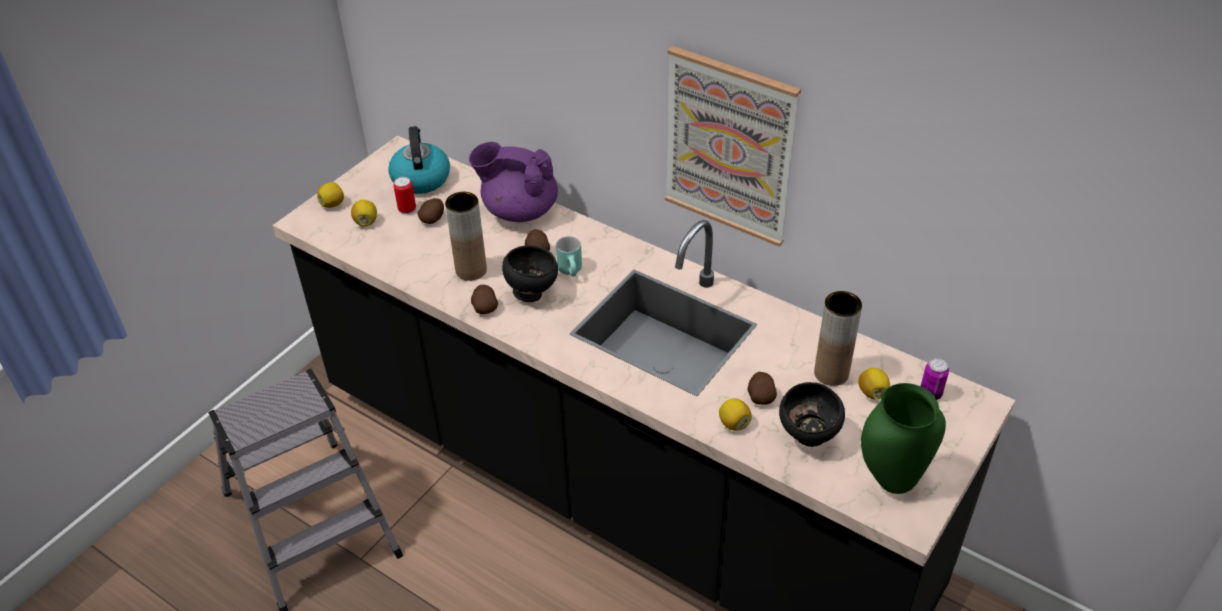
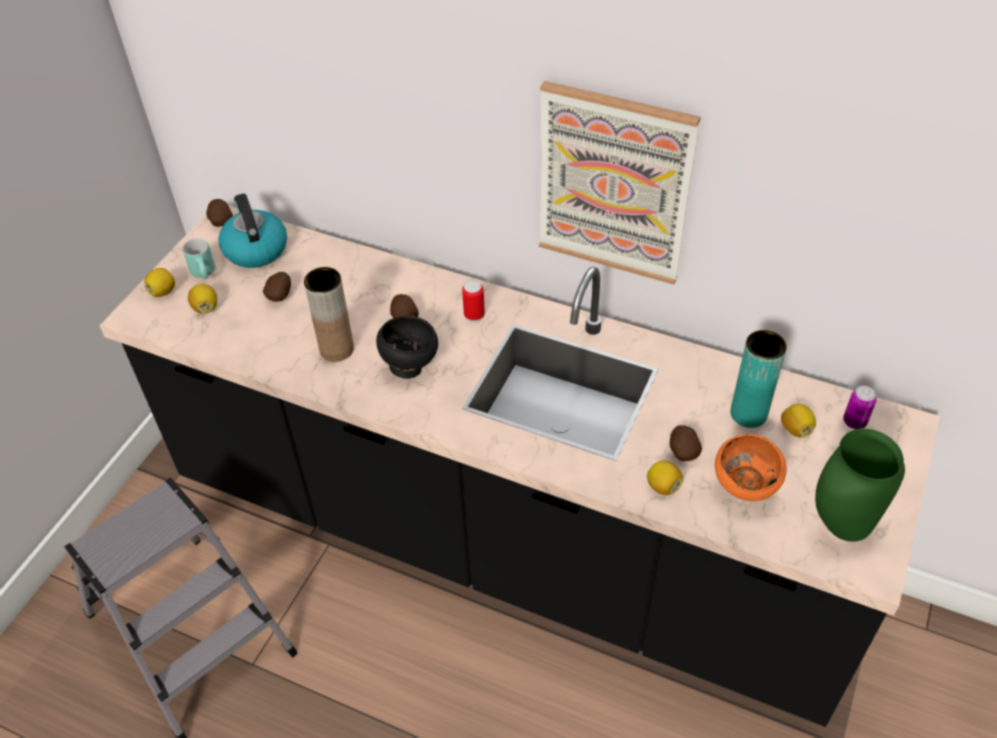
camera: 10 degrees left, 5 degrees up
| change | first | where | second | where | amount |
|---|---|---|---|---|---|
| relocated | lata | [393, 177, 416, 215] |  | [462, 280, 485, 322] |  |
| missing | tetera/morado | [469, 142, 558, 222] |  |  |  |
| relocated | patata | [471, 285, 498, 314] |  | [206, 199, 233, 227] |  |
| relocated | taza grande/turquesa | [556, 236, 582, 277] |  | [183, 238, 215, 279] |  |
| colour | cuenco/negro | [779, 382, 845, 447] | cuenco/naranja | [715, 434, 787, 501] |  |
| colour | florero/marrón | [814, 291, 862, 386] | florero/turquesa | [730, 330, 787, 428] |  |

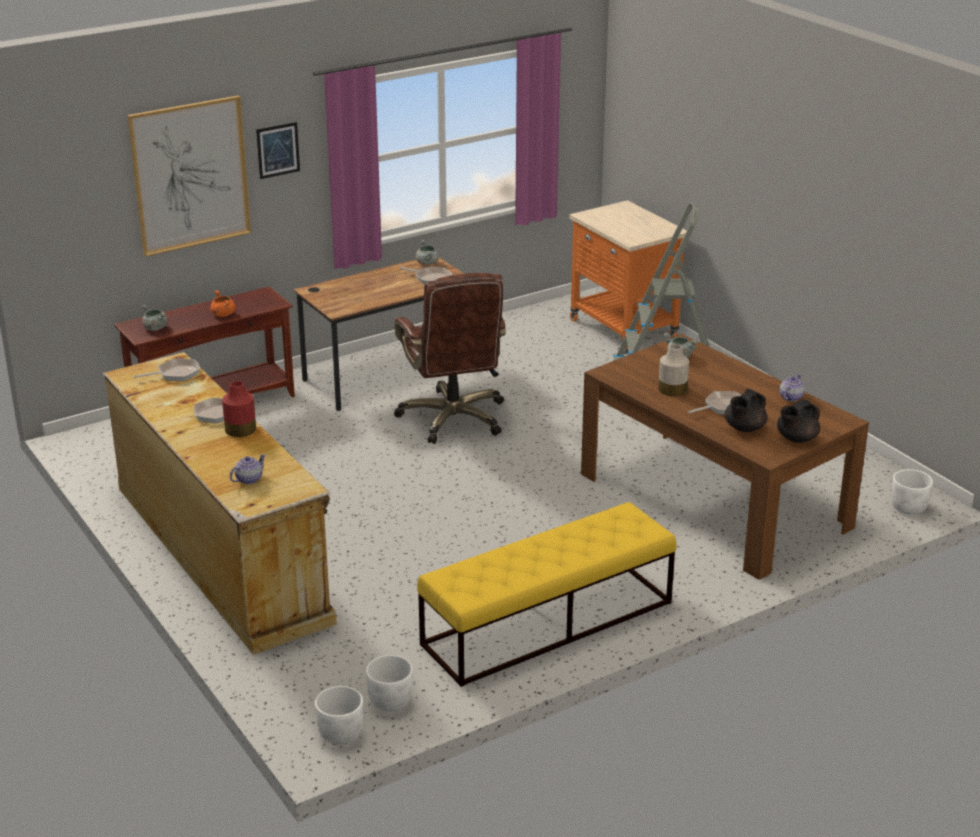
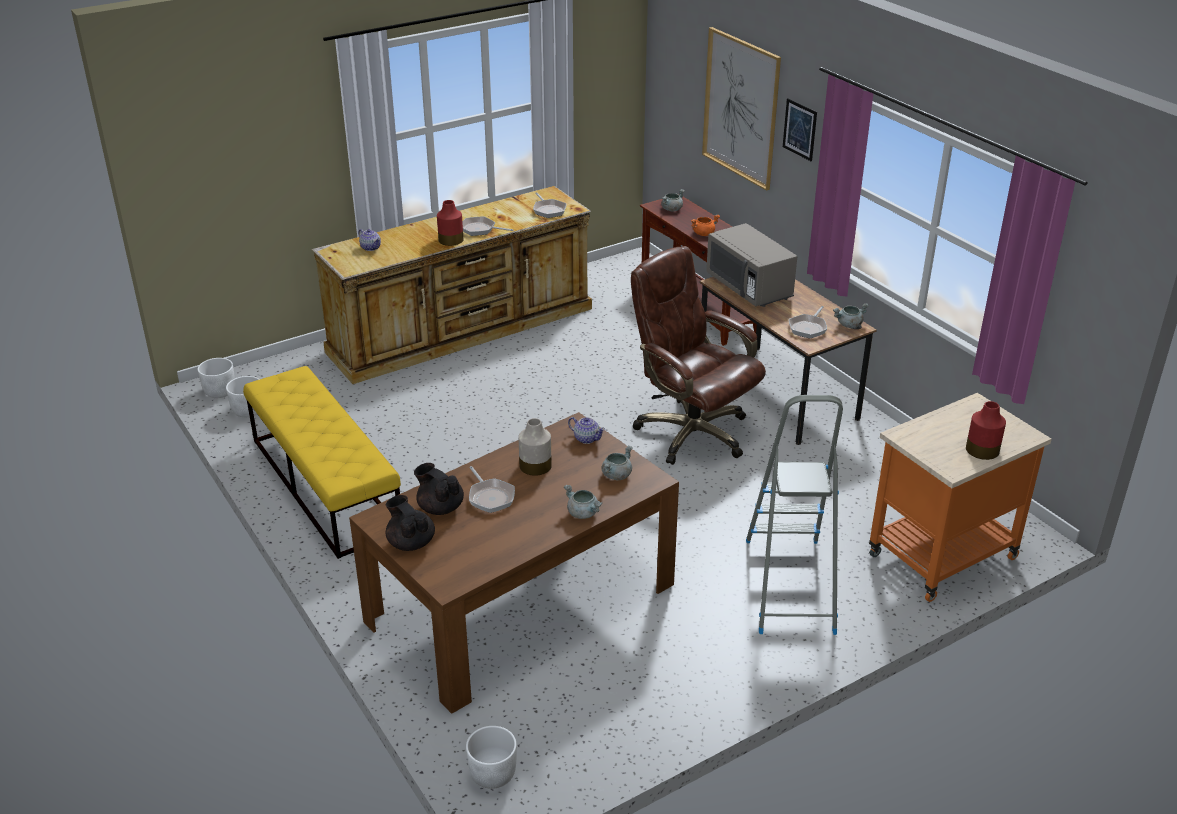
camera: 90 degrees right, 5 degrees up
| change | first | where | second | where | amount |
|---|---|---|---|---|---|
| spun | silla de oficina/marrón | [394, 273, 506, 444] |  | [631, 246, 766, 465] | 60 degrees clockwise |
| relocated | tetera | [780, 374, 804, 401] |  | [568, 417, 605, 444] |  |
| appeared |  |  | olla/gris | [564, 485, 603, 519] |  |
| appeared |  |  | microondas/gris | [706, 223, 797, 307] |  |
| appeared |  |  | florero/rojo | [966, 401, 1006, 460] |  |

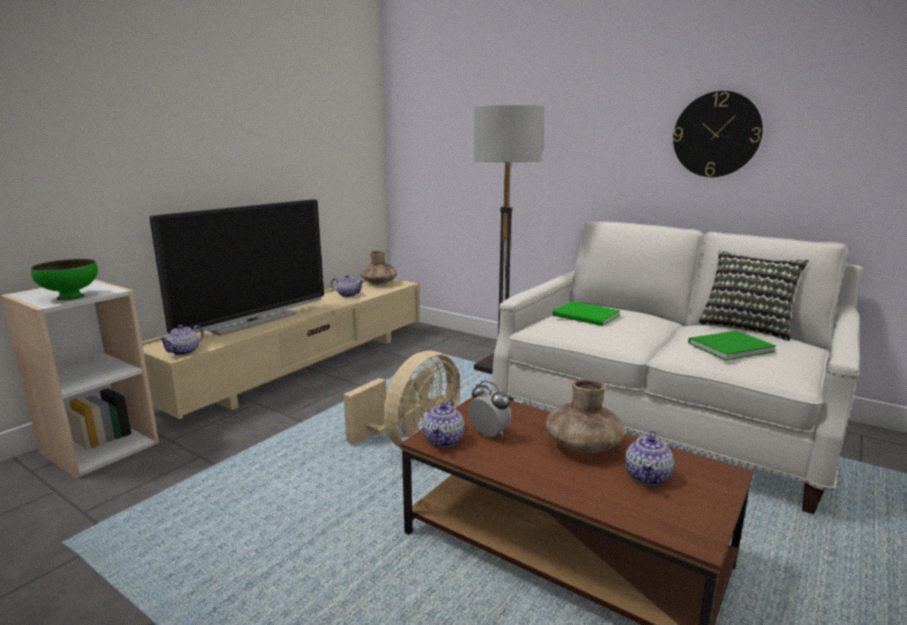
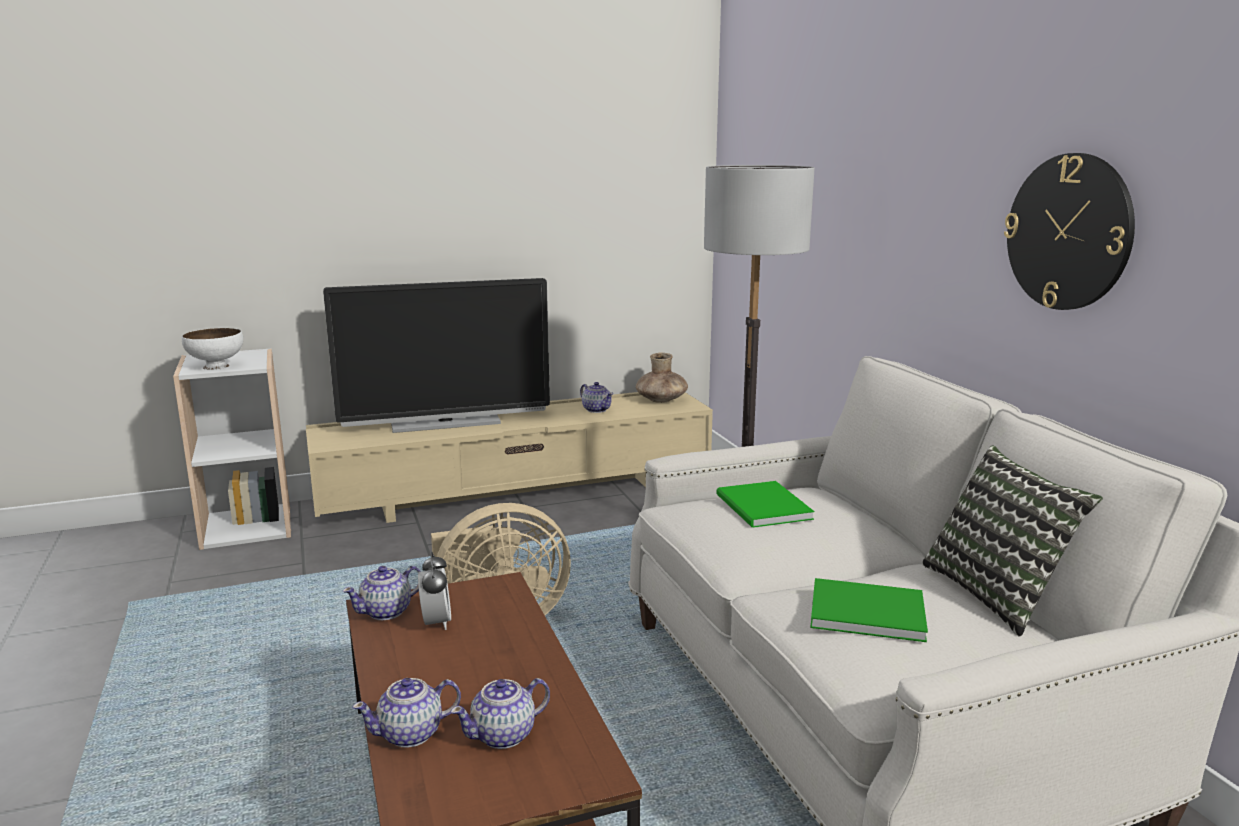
camera: 35 degrees right, 0 degrees up
| change | first | where | second | where | amount |
|---|---|---|---|---|---|
| colour | cuenco/verde | [31, 259, 98, 301] | cuenco/blanco | [182, 328, 243, 370] |  |
| relocated | tetera | [159, 325, 204, 355] |  | [352, 678, 461, 748] |  |
| missing | florero/marrón | [545, 379, 625, 453] |  |  |  |

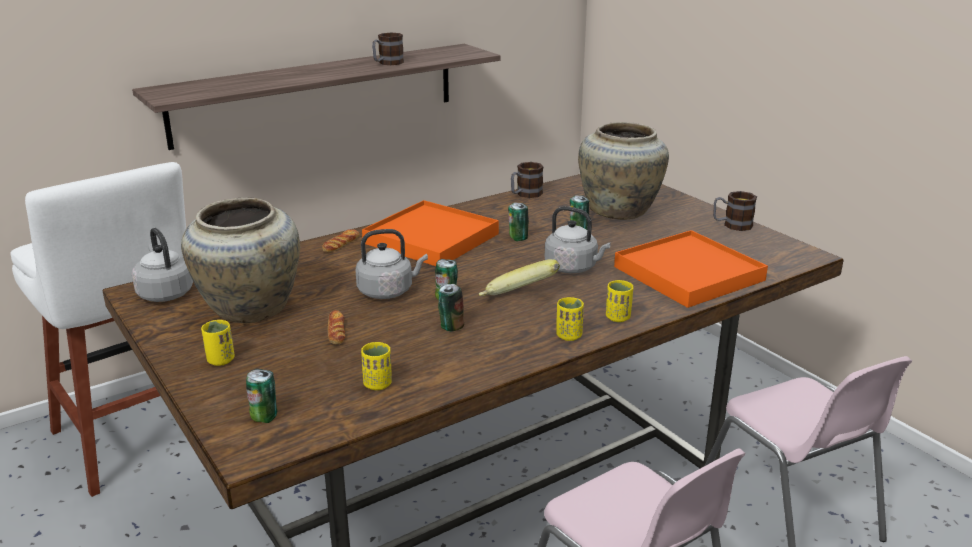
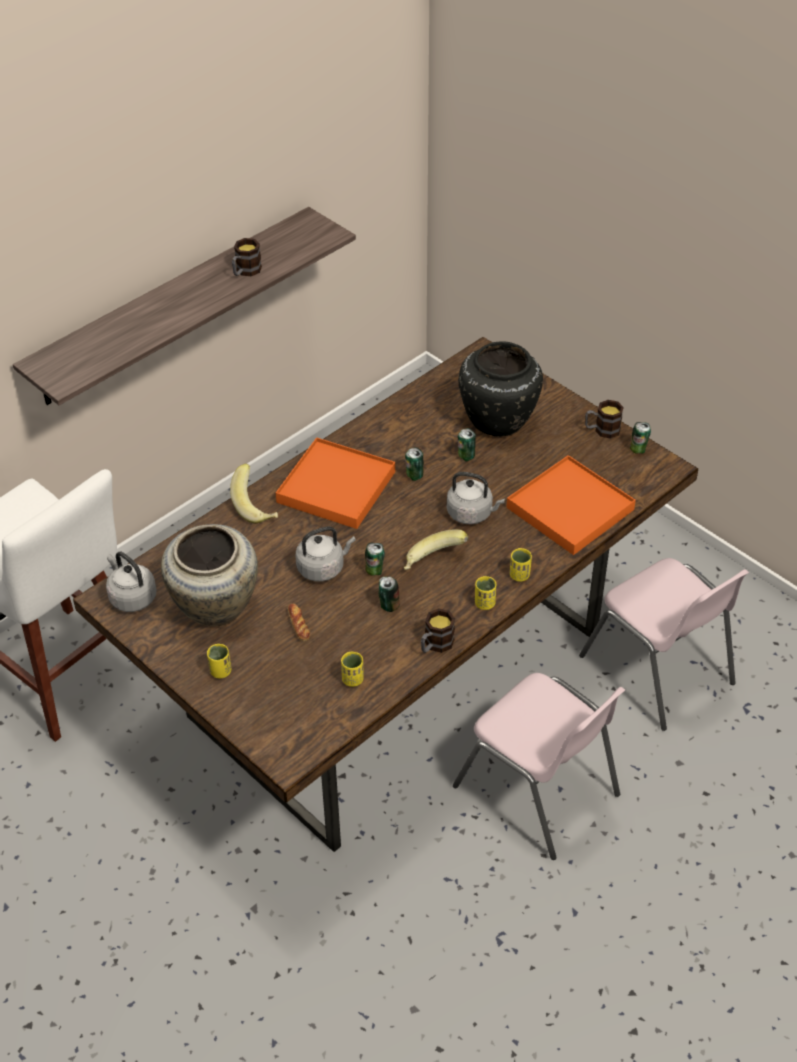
camera: 10 degrees left, 20 degrees up
| change | first | where | second | where | amount |
|---|---|---|---|---|---|
| relocated | lata | [246, 369, 277, 423] |  | [630, 422, 651, 454] |  |
| exchanged | pan | [322, 229, 359, 252] | plátano | [230, 464, 278, 524] |  |
| relocated | taza grande | [511, 162, 544, 198] |  | [421, 608, 455, 653] |  |
| colour | florero/beis | [578, 122, 669, 220] | florero/negro | [458, 341, 543, 437] |  |

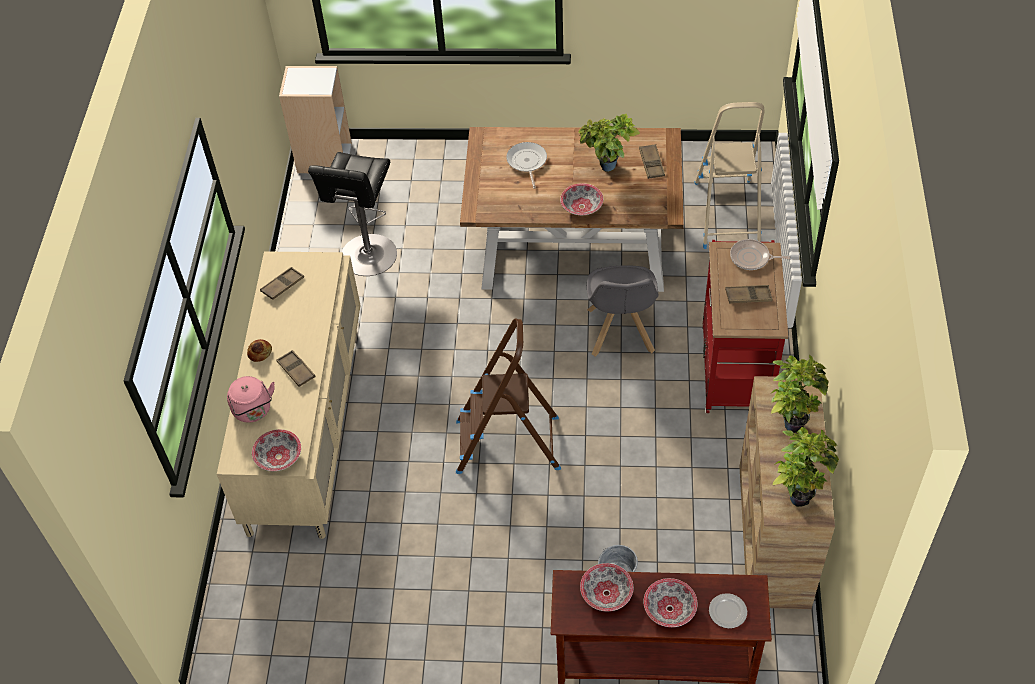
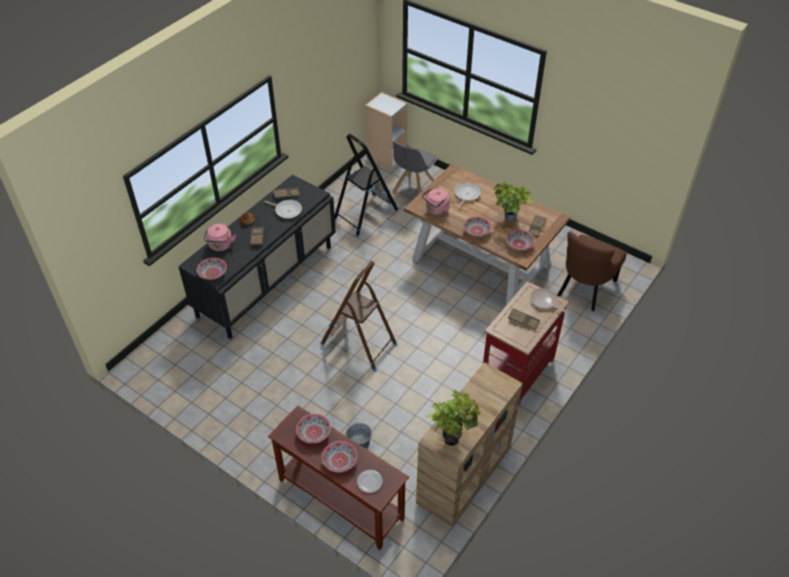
camera: 30 degrees right, 5 degrees down
| change | first | where | second | where | amount |
|---|---|---|---|---|---|
| colour | armario/beis | [217, 251, 360, 539] | armario/negro | [178, 175, 336, 339] |  |
| exchanged | taburete/negro | [308, 152, 397, 276] | escalera de tijera/negro | [335, 134, 399, 238] |  |
| relocated | silla/gris | [587, 265, 659, 357] |  | [391, 140, 437, 195] |  |
| exchanged | escalera de tijera/beis | [694, 102, 764, 249] | silla/marrón | [557, 232, 626, 311] |  |
| missing | planta en maceta | [771, 355, 828, 433] |  |  |  |
| appeared |  |  | sartén | [264, 200, 302, 219] |  |
| appeared |  |  | hervidor/rosa | [422, 188, 450, 215] |  |
| appeared |  |  | cuenco | [506, 230, 535, 250] |  |

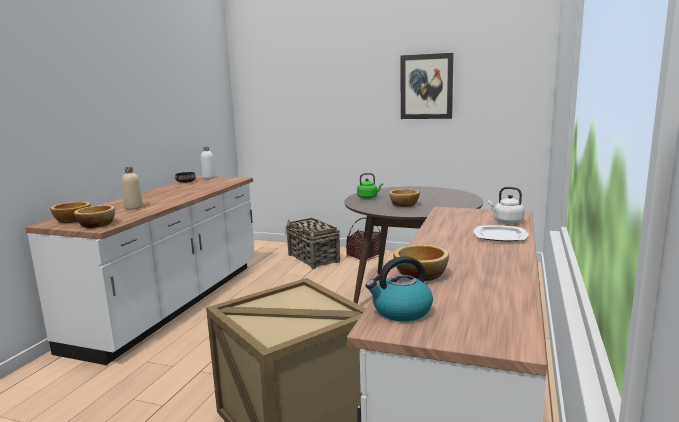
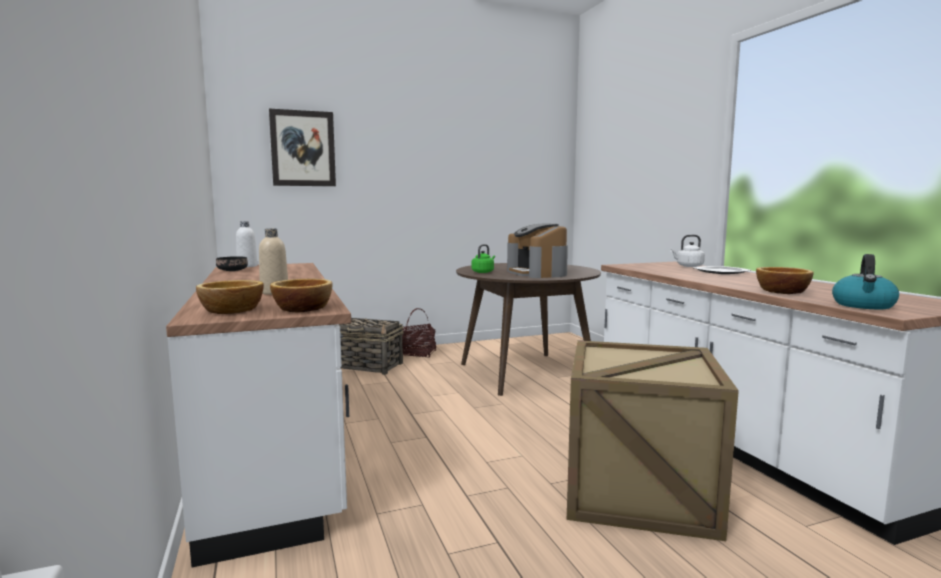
camera: 40 degrees left, 5 degrees down
| change | first | where | second | where | amount |
|---|---|---|---|---|---|
| exchanged | cuenco | [389, 189, 420, 207] | cafetera | [507, 224, 568, 278] |  |
| relocated | cuadro | [401, 53, 454, 119] |  | [269, 109, 336, 186] |  |

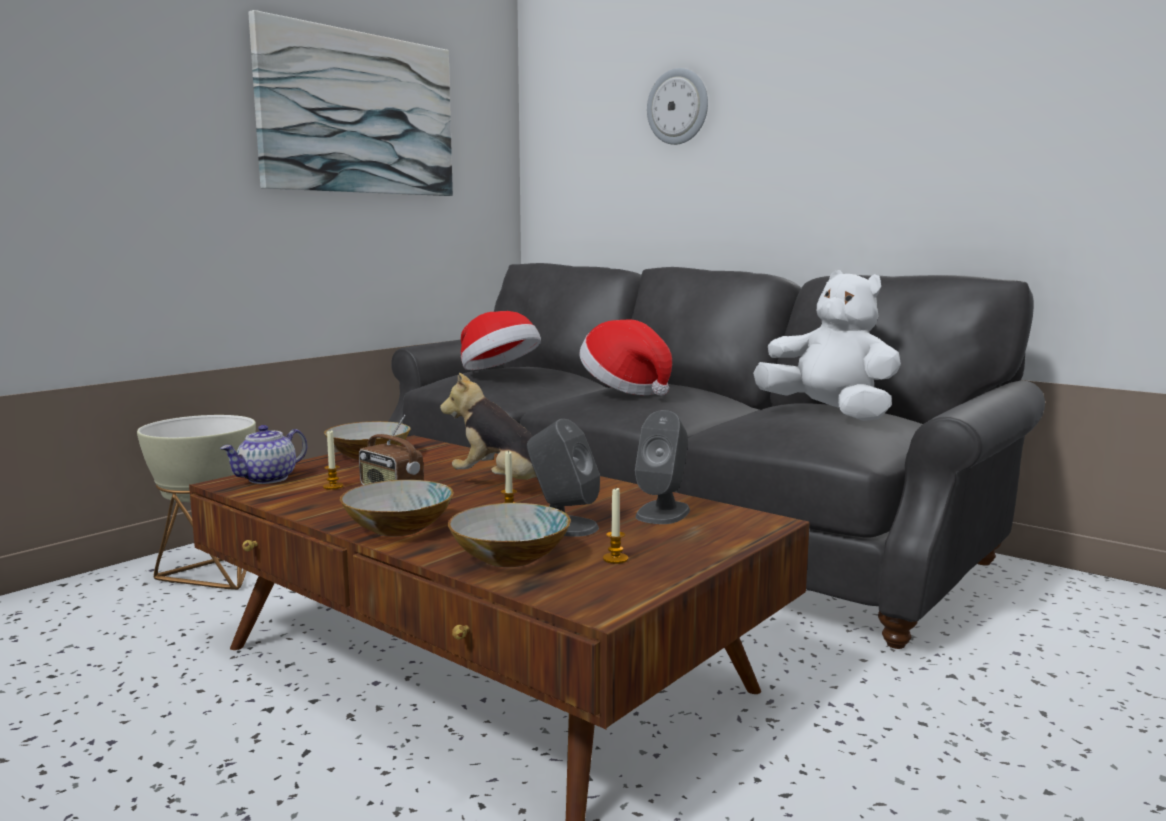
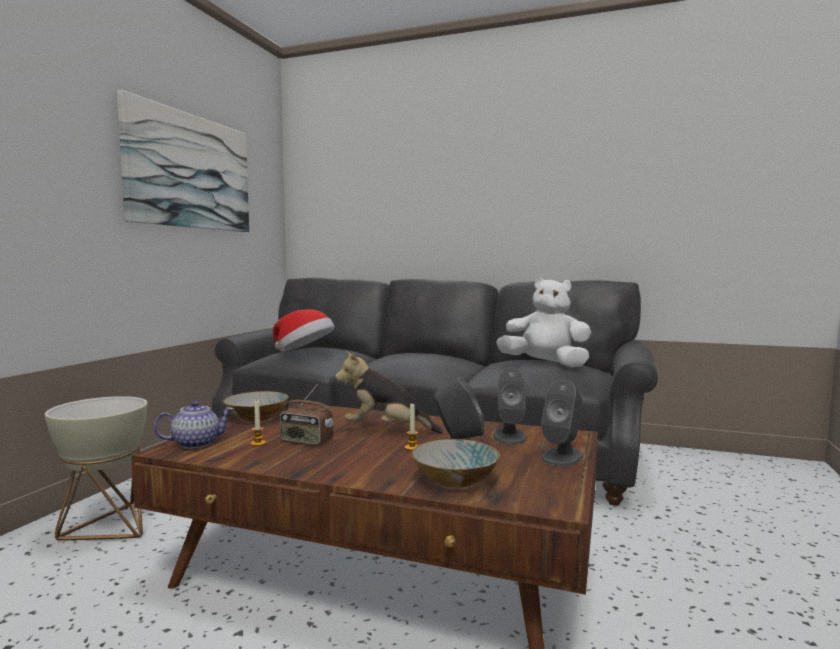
camera: 20 degrees left, 5 degrees down
| change | first | where | second | where | amount |
|---|---|---|---|---|---|
| spun | tetera | [220, 425, 307, 484] |  | [154, 401, 234, 449] | 135 degrees counterclockwise |
| missing | cuenco | [340, 480, 454, 536] |  |  |  |
| missing | sombrero | [579, 319, 672, 396] |  |  |  |
| missing | vela | [603, 488, 628, 564] |  |  |  |
| missing | reloj de pared | [647, 68, 708, 145] |  |  |  |
| appeared |  |  | altavoz/gris | [541, 380, 583, 467] |  |

